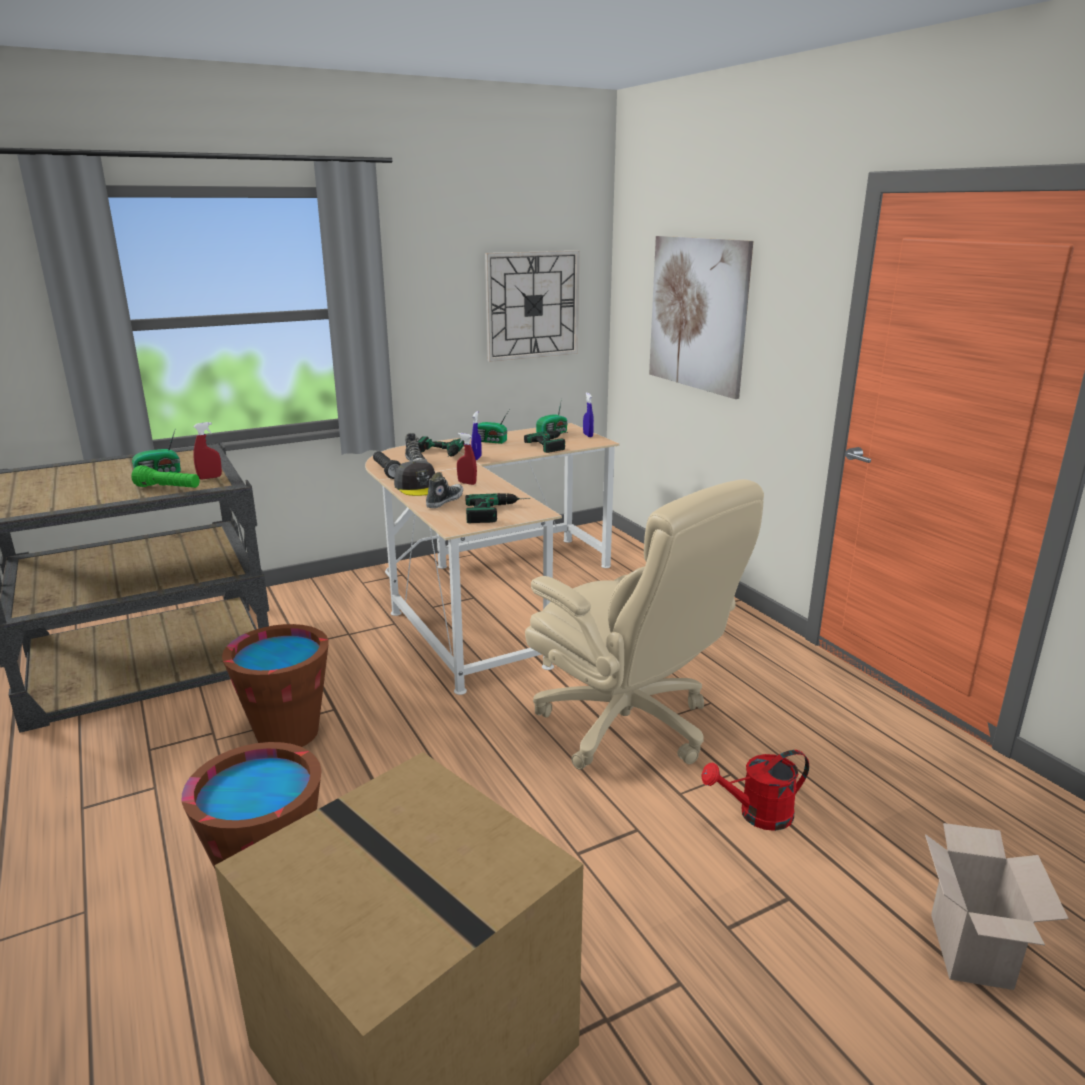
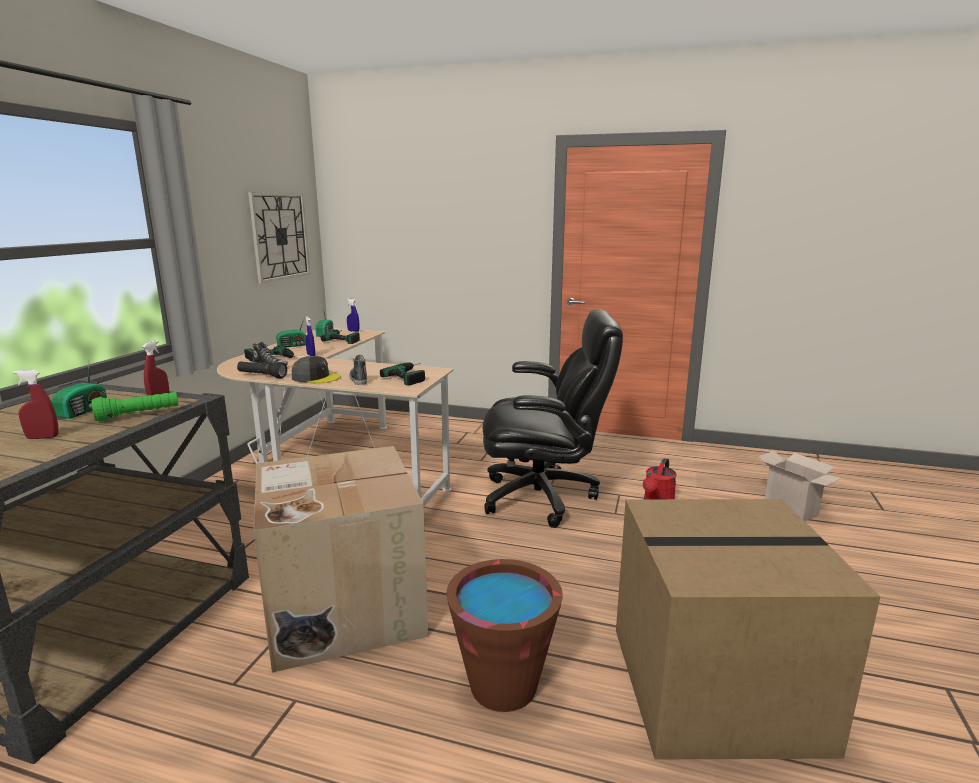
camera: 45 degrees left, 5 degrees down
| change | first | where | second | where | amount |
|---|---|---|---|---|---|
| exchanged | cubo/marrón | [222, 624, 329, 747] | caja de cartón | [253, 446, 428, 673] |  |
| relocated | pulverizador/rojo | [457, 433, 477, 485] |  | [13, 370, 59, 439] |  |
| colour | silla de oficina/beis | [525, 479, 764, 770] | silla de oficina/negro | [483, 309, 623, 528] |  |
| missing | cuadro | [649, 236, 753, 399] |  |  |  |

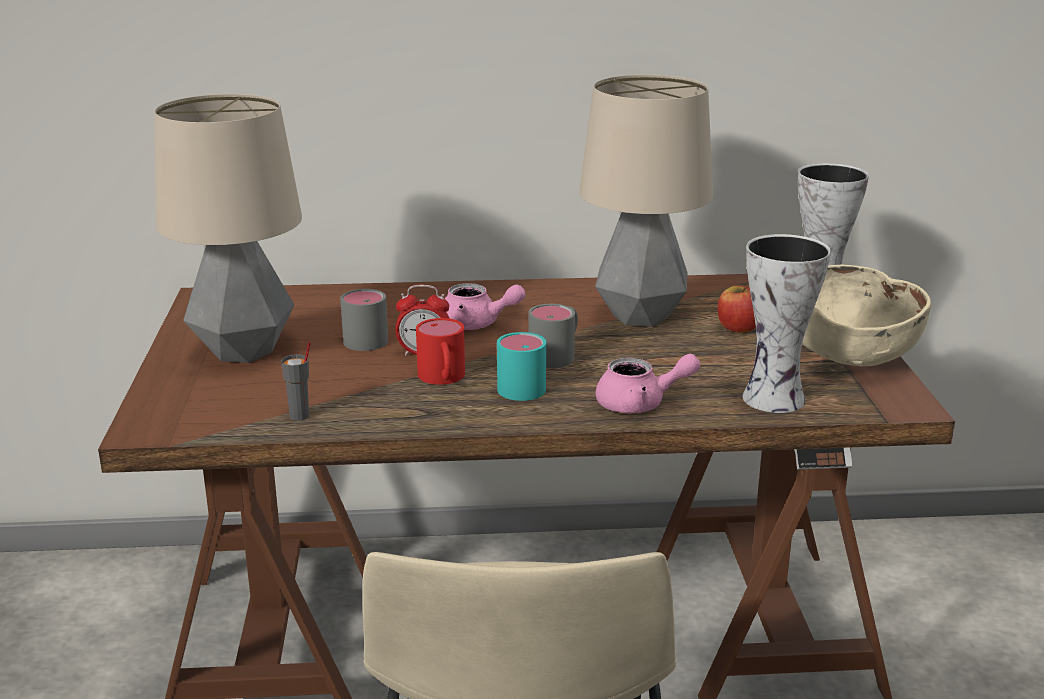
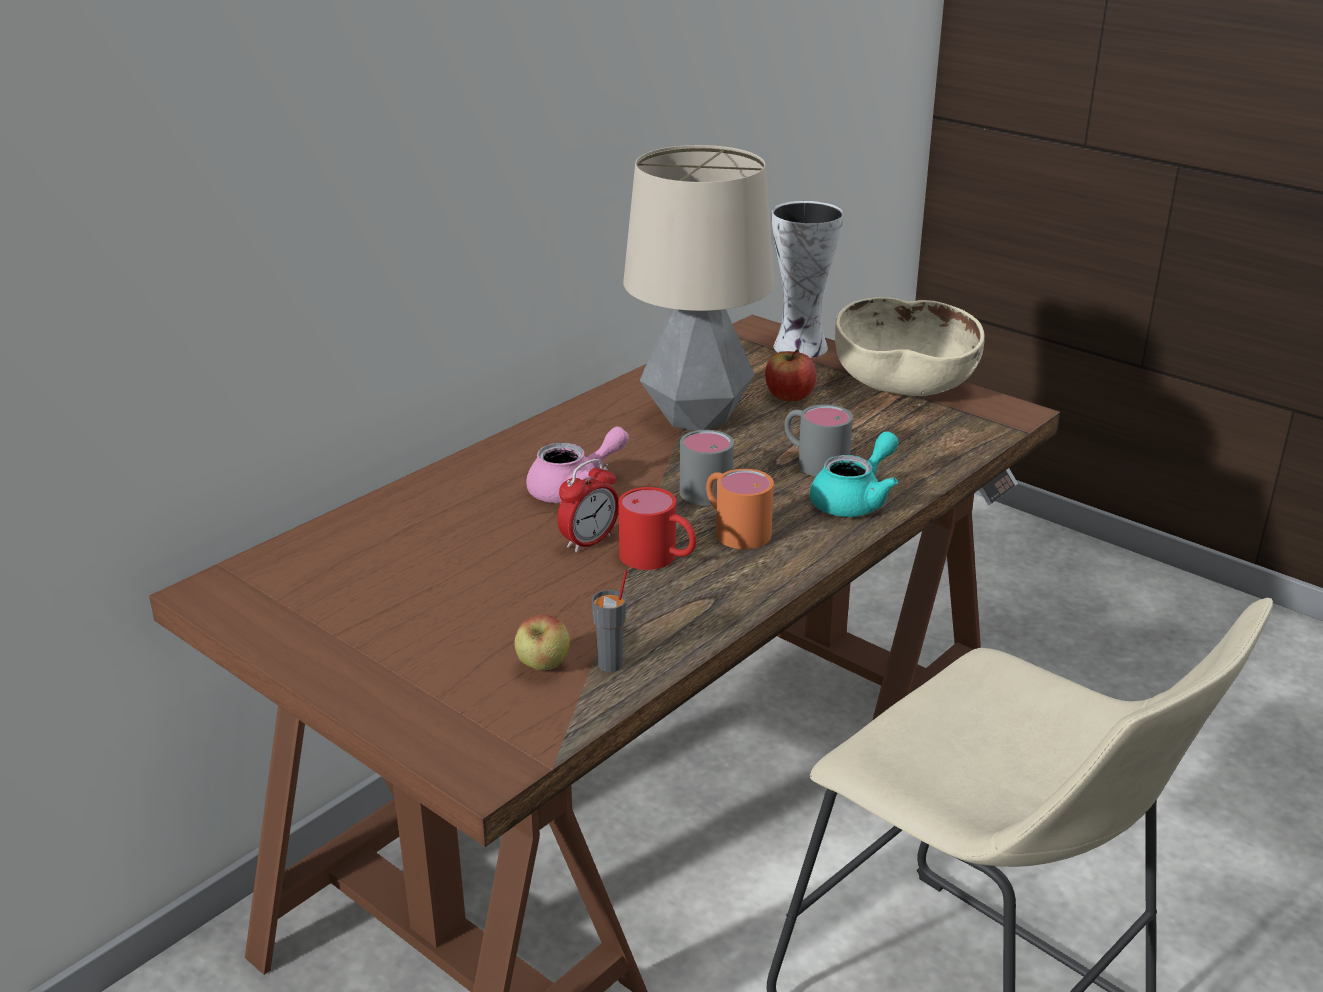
camera: 45 degrees left, 5 degrees up
| change | first | where | second | where | amount |
|---|---|---|---|---|---|
| missing | lámpara de mesa | [154, 94, 302, 363] |  |  |  |
| relocated | taza grande/gris | [340, 289, 388, 351] |  | [785, 405, 853, 477] |  |
| colour | taza grande/turquesa | [497, 332, 546, 401] | taza grande/naranja | [706, 469, 774, 549] |  |
| colour | tetera/rosa | [595, 354, 701, 413] | tetera/turquesa | [810, 431, 899, 517] |  |
| missing | florero | [743, 234, 831, 413] |  |  |  |
| appeared |  |  | manzana | [515, 615, 570, 671] |  |

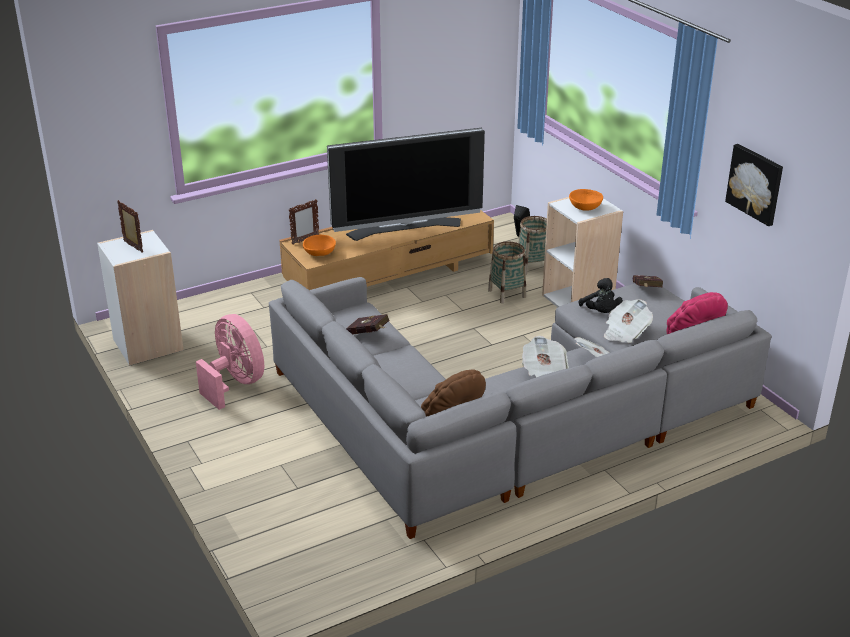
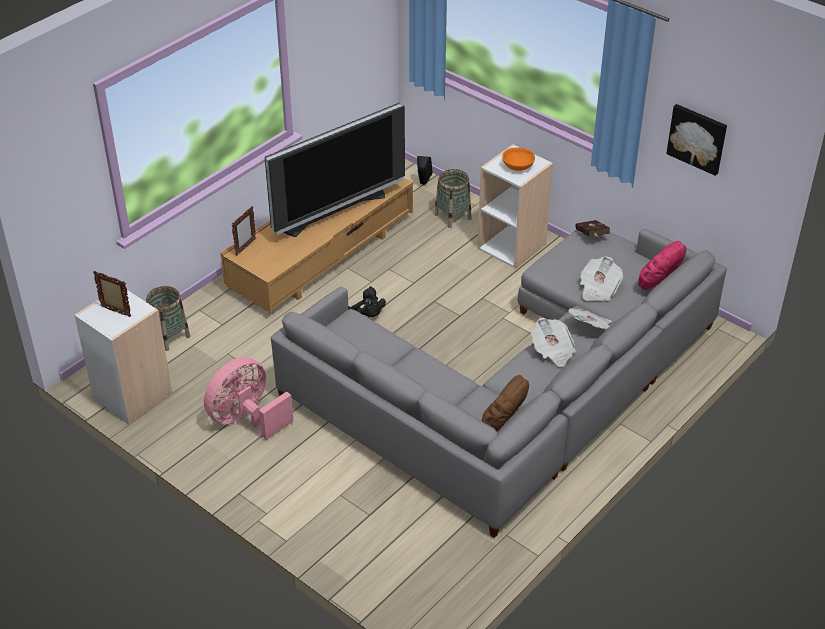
camera: 20 degrees left, 10 degrees up
| change | first | where | second | where | amount |
|---|---|---|---|---|---|
| spun | ventilador/rosa | [196, 314, 264, 410] |  | [204, 357, 293, 440] | 75 degrees counterclockwise |
| missing | cuenco/naranja | [303, 235, 336, 256] |  |  |  |
| missing | libro/rojo | [346, 314, 390, 334] |  |  |  |
| relocated | cesta | [488, 241, 526, 303] |  | [146, 286, 190, 351] |  |
| relocated | peluche/negro | [578, 278, 623, 313] |  | [348, 286, 386, 317] |  |

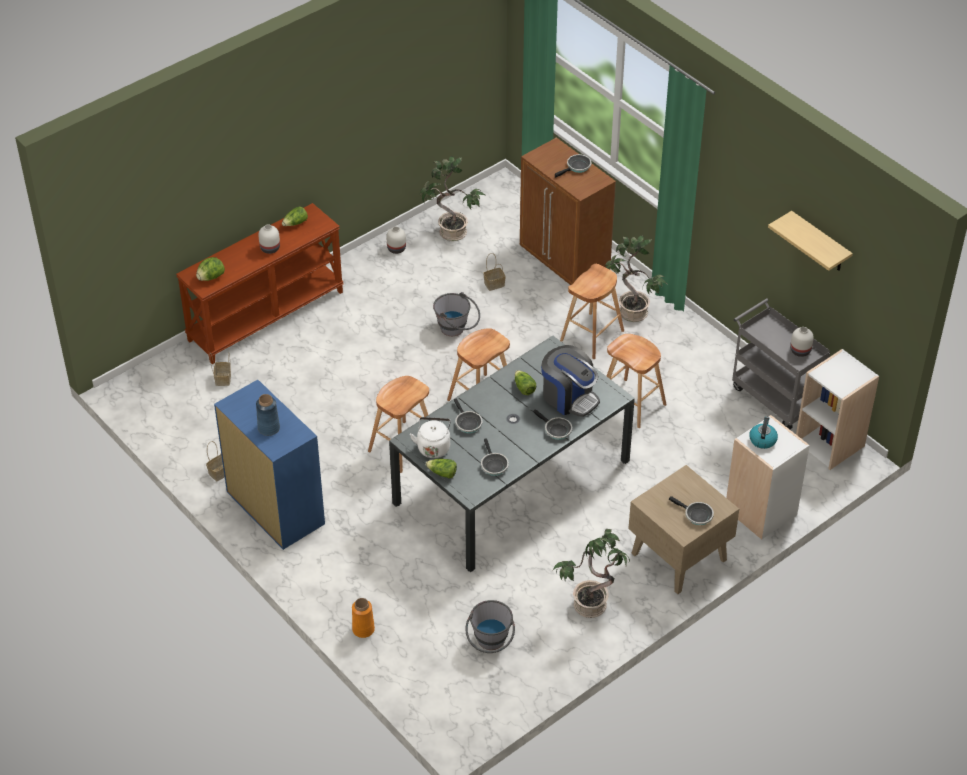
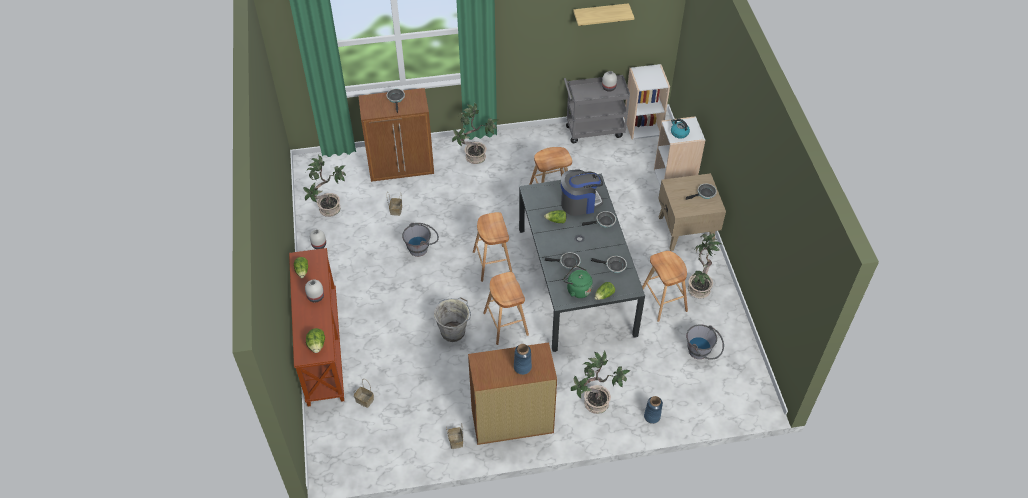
camera: 60 degrees left, 5 degrees up
| change | first | where | second | where | amount |
|---|---|---|---|---|---|
| colour | armario/azul | [214, 380, 325, 550] | armario/marrón | [468, 342, 557, 445] |  |
| colour | florero/naranja | [352, 598, 375, 638] | florero/azul | [644, 396, 663, 424] |  |
| colour | hervidor/blanco | [410, 417, 451, 458] | hervidor/verde | [563, 265, 593, 298] |  |
| relocated | taburete/marrón | [560, 264, 624, 359] |  | [642, 251, 688, 322] |  |
| appeared |  |  | cubo/gris | [434, 297, 471, 342] |  |
| appeared |  |  | planta en maceta | [571, 351, 630, 414] |  |

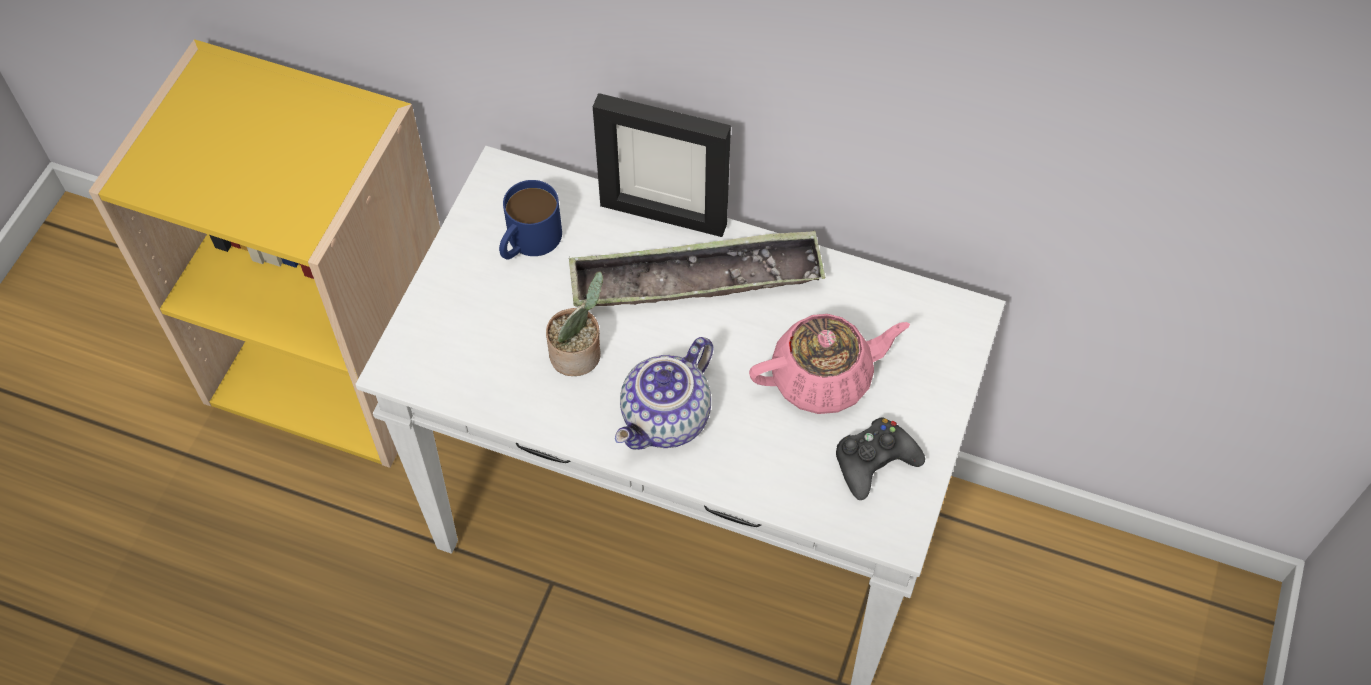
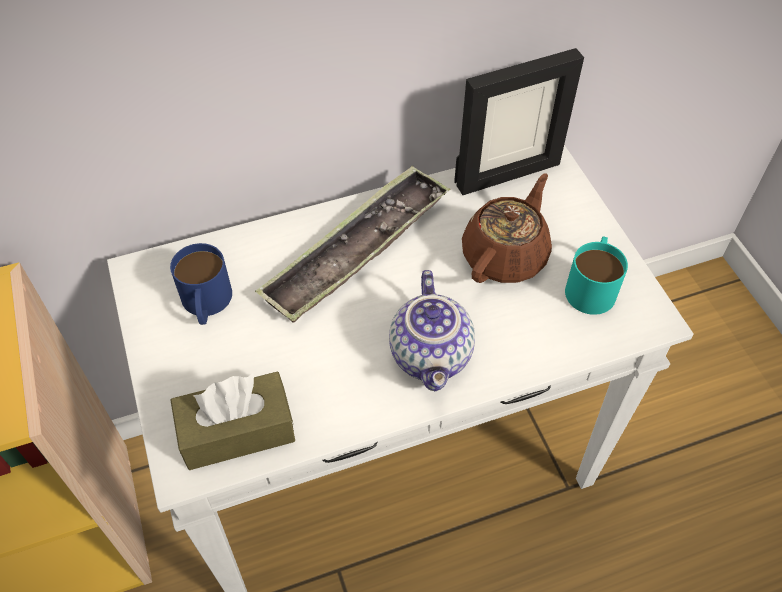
camera: 40 degrees left, 5 degrees down
| change | first | where | second | where | amount |
|---|---|---|---|---|---|
| missing | planta en maceta | [546, 272, 603, 376] |  |  |  |
| relocated | portarretratos | [593, 93, 731, 237] |  | [454, 48, 584, 195] |  |
| colour | tetera/rosa | [749, 314, 910, 414] | tetera/marrón | [462, 173, 552, 283] |  |
| exchanged | mando de consola/negro | [836, 418, 925, 500] | taza grande/turquesa | [565, 236, 628, 315] |  |
| appeared |  |  | caja de pañuelos/marrón | [171, 372, 295, 470] |  |

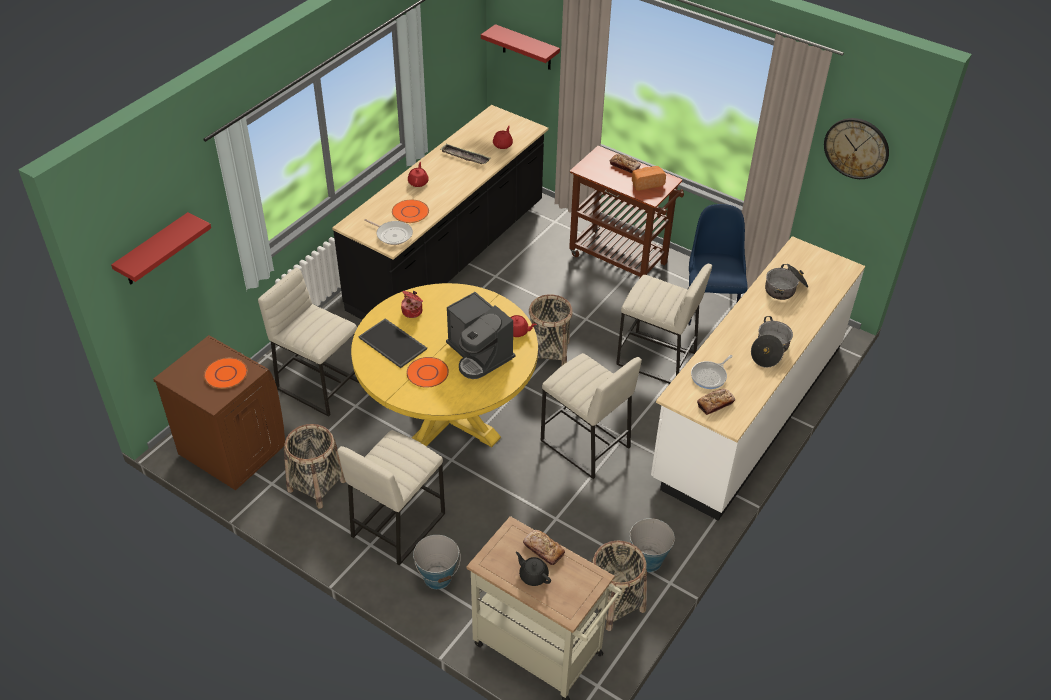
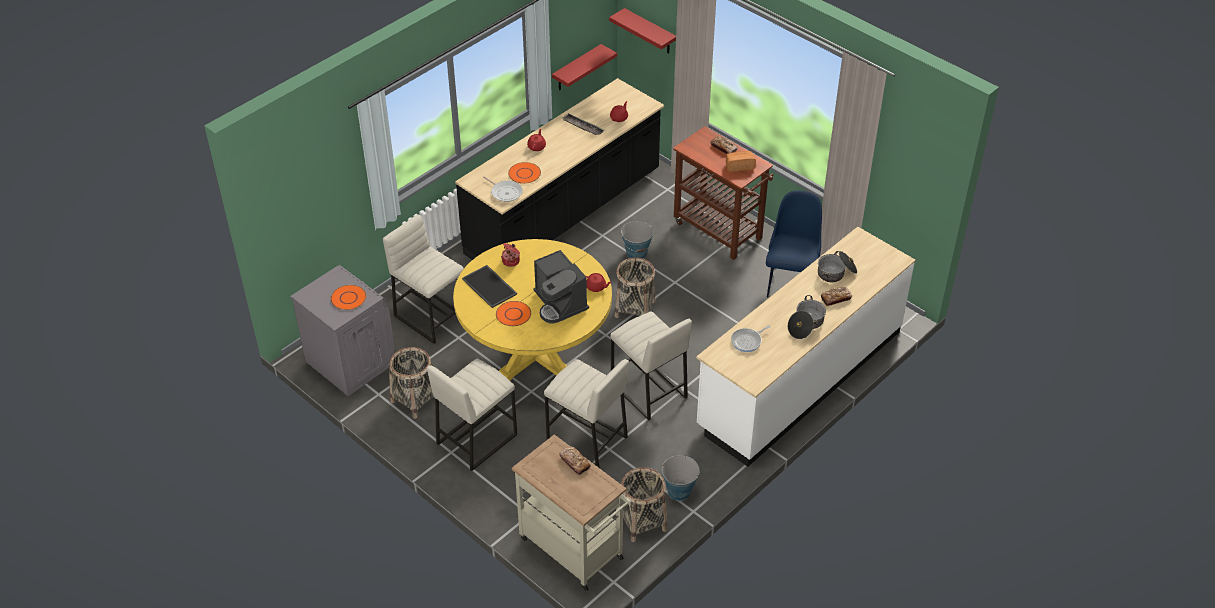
camera: 10 degrees right, 0 degrees up
| change | first | where | second | where | amount |
|---|---|---|---|---|---|
| relocated | estante/rojo | [111, 212, 211, 285] |  | [552, 44, 617, 91] |  |
| colour | lavadora/marrón | [153, 335, 285, 490] | lavadora/gris | [290, 265, 394, 396] |  |
| relocated | cubo | [413, 535, 461, 589] |  | [621, 221, 654, 259] |  |
| missing | tetera/negro | [516, 551, 551, 586] |  |  |  |
| relocated | taburete/beis | [616, 264, 712, 384] |  | [544, 359, 629, 468] |  |
| relocated | pan | [697, 389, 735, 415] |  | [821, 287, 852, 306] |  |
| missing | reloj de pared | [824, 118, 889, 179] |  |  |  |

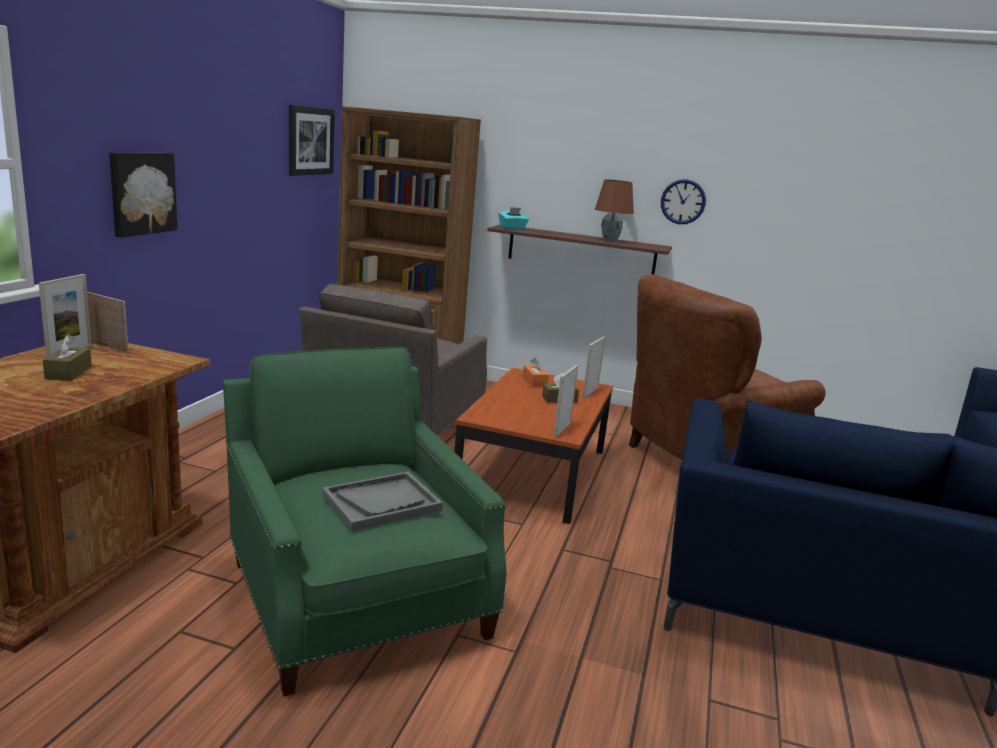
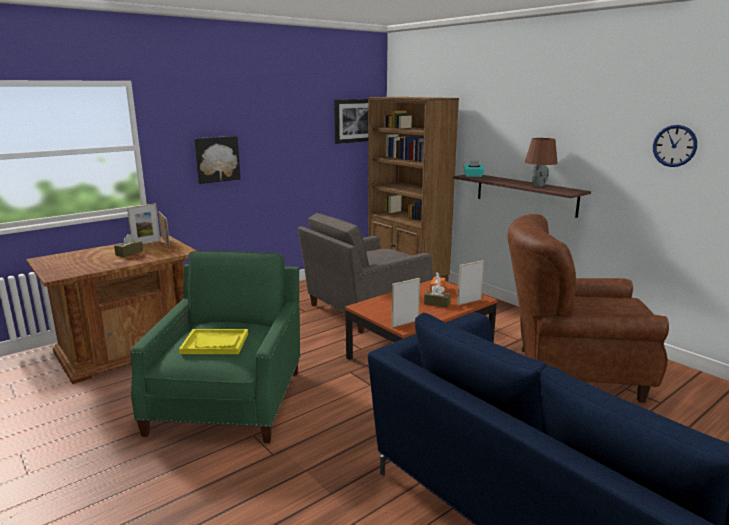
camera: 35 degrees right, 0 degrees up
| change | first | where | second | where | amount |
|---|---|---|---|---|---|
| colour | bandeja/gris | [322, 471, 443, 532] | bandeja/amarillo | [179, 329, 248, 354] |  |
| relocated | reloj de pared | [661, 179, 706, 224] |  | [653, 125, 697, 167] |  |

